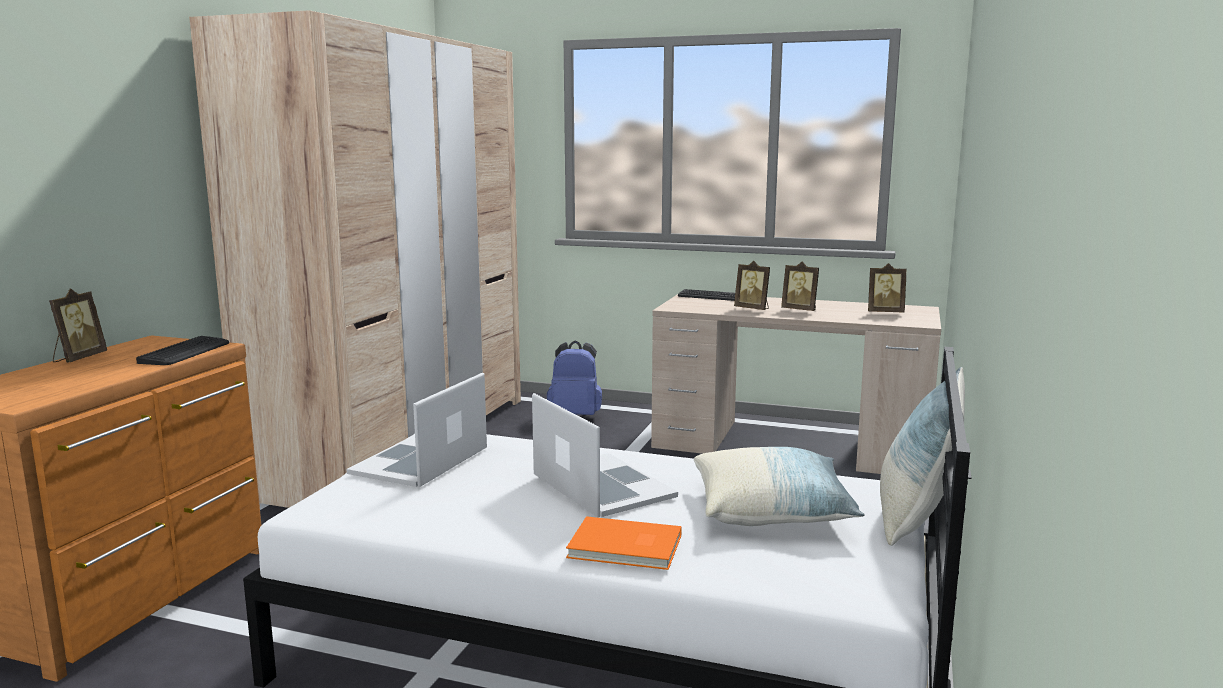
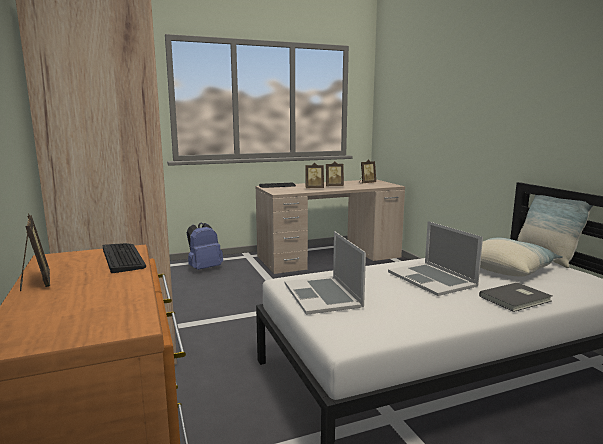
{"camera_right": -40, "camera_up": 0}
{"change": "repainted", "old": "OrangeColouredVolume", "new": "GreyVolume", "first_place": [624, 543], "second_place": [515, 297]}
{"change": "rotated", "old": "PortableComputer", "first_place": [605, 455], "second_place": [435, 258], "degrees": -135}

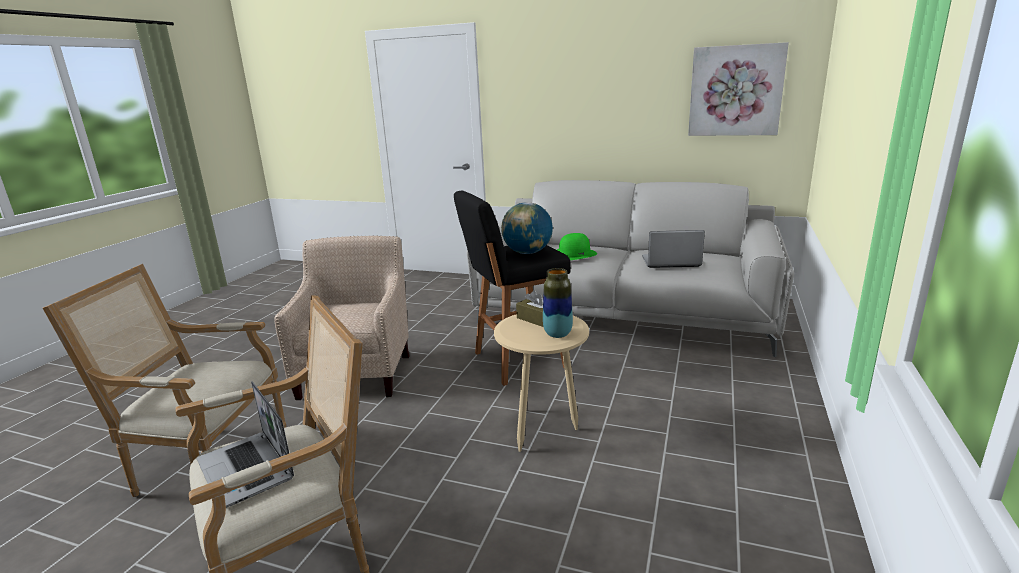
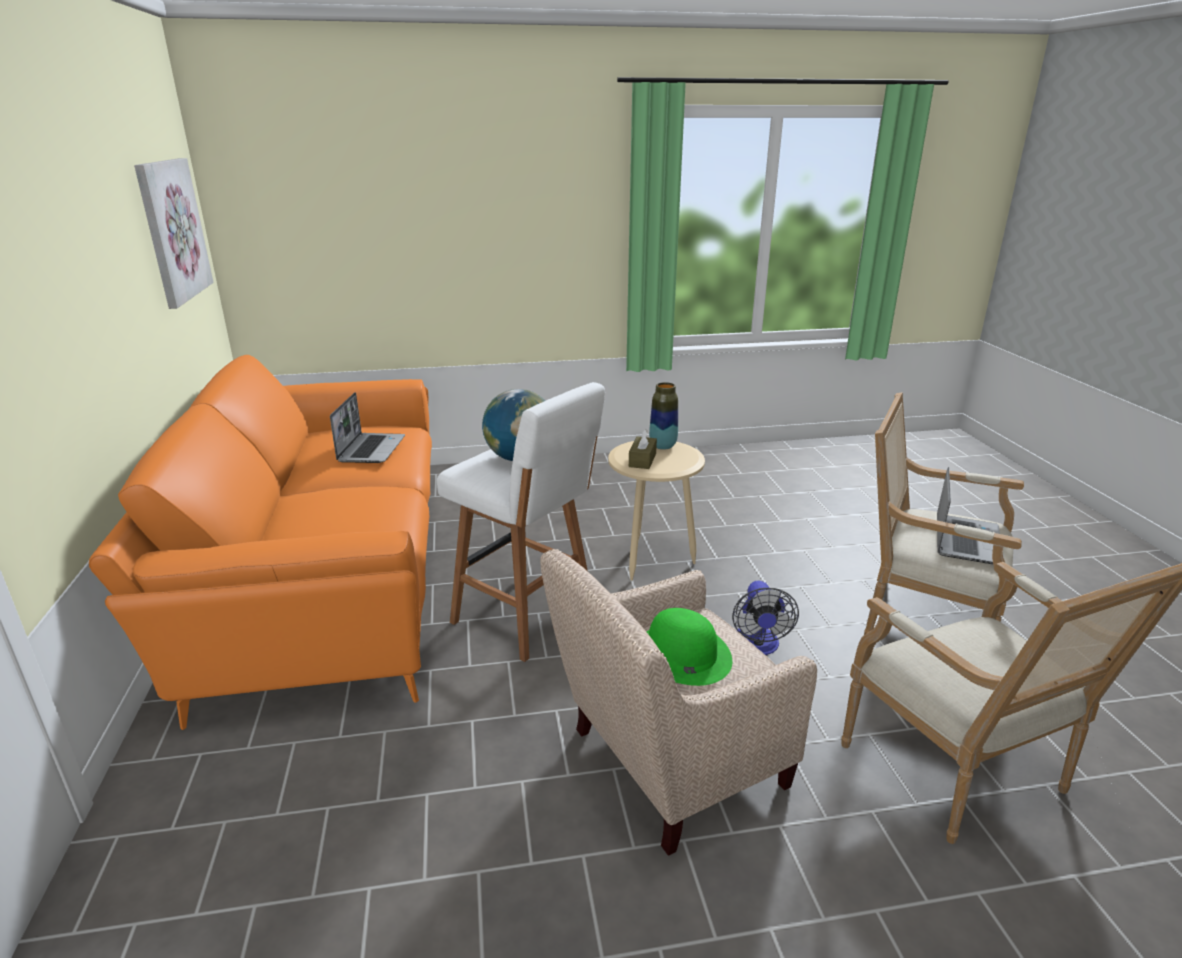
{"camera_right": -120, "camera_up": 5}
{"change": "new", "new": "ElectricFan", "second_place": [765, 618]}
{"change": "shifted", "old": "GreenColouredHat", "first_place": [577, 246], "second_place": [689, 647]}
{"change": "repainted", "old": "BlackishSittingStool", "new": "WhiteColouredSittingStool", "first_place": [512, 288], "second_place": [521, 522]}
{"change": "repainted", "old": "GreySettee", "new": "OrangeColouredSettee", "first_place": [630, 268], "second_place": [260, 542]}
{"change": "rotated", "old": "PortableComputer", "first_place": [673, 249], "second_place": [367, 427], "degrees": -150}

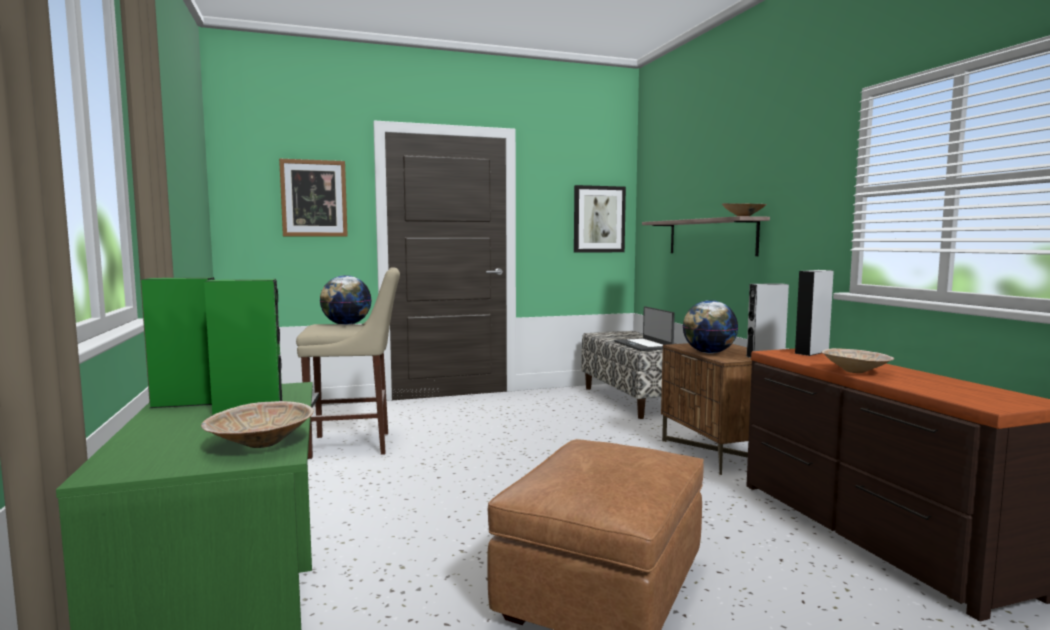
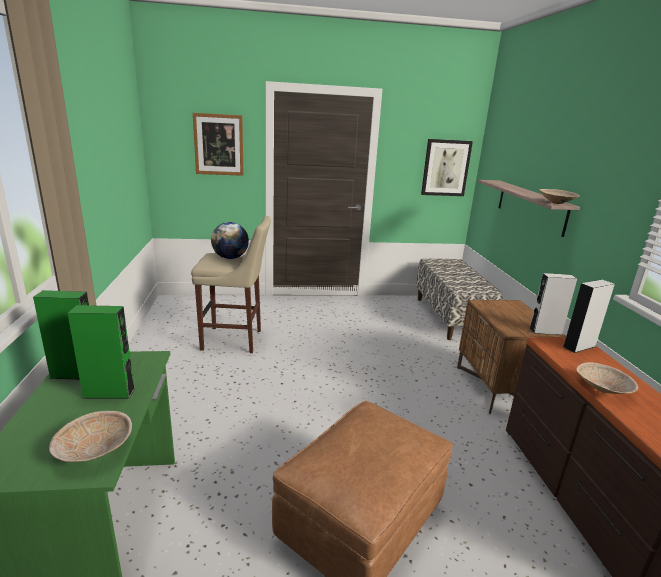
{"camera_right": 10, "camera_up": 15}
{"change": "gone", "old": "PortableComputer", "first_place": [644, 328]}
{"change": "gone", "old": "DeskGlobe", "first_place": [710, 327]}

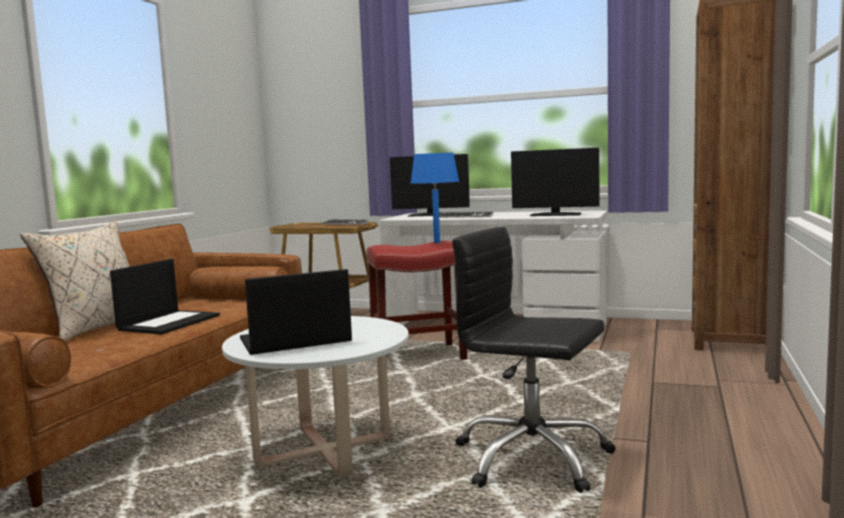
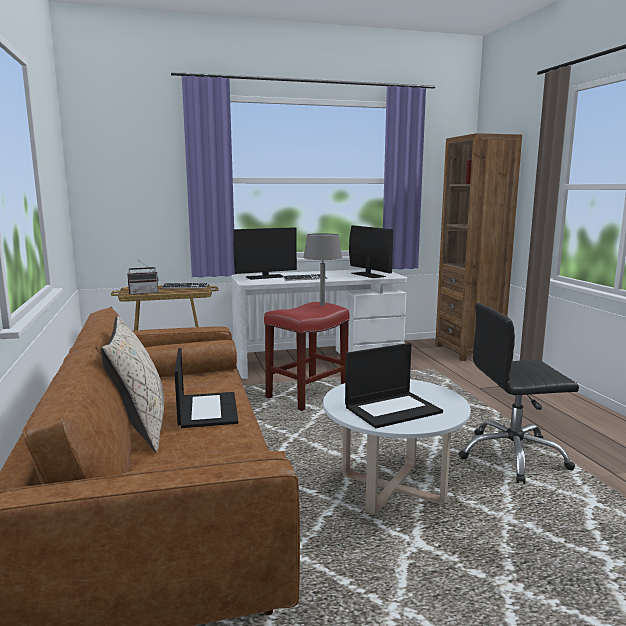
{"camera_right": -35, "camera_up": 5}
{"change": "new", "new": "RadioSet", "second_place": [143, 278]}
{"change": "repainted", "old": "BlueColouredTableLamp", "new": "GreyTableLamp", "first_place": [435, 198], "second_place": [322, 269]}
{"change": "rotated", "old": "PortableComputer", "first_place": [296, 312], "second_place": [394, 385], "degrees": -150}
{"change": "rotated", "old": "Monitor", "first_place": [555, 182], "second_place": [371, 251], "degrees": -105}

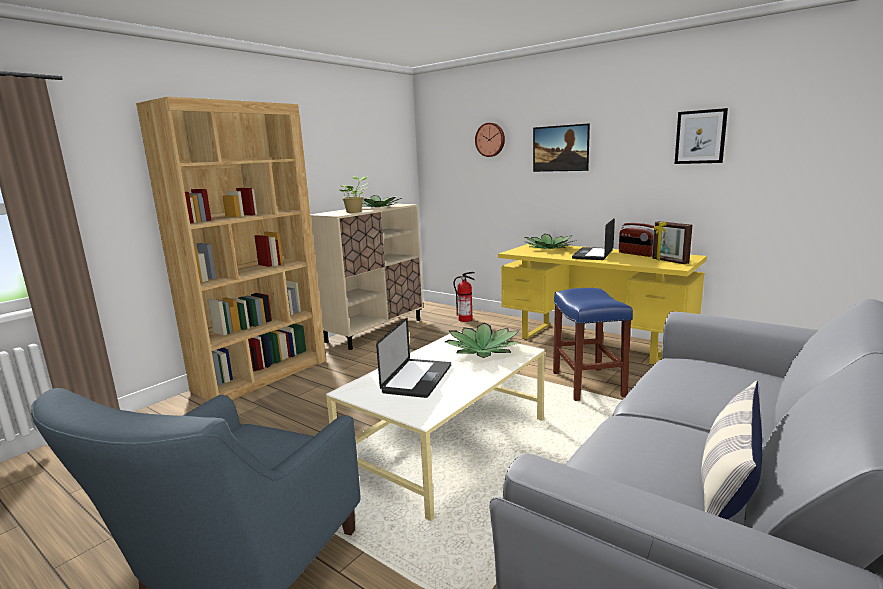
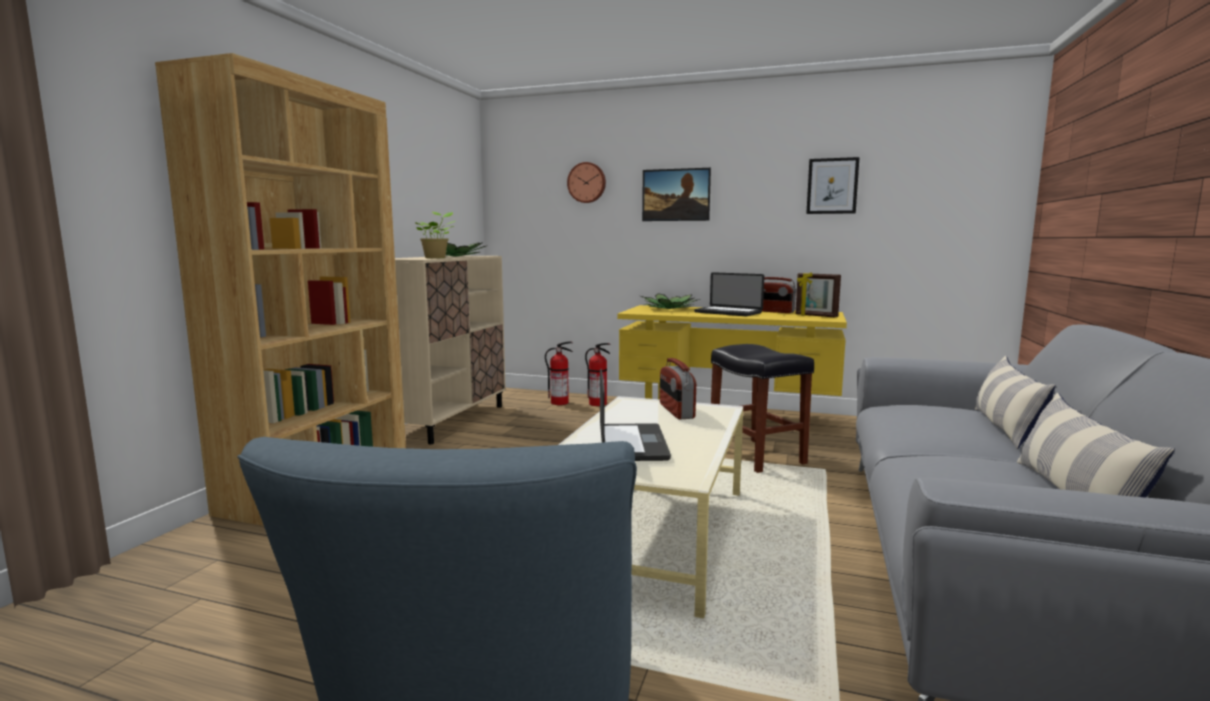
{"camera_right": -20, "camera_up": -5}
{"change": "new", "new": "FireFightingCylinder", "second_place": [597, 374]}
{"change": "new", "new": "Pillow", "second_place": [1015, 402]}
{"change": "swapped", "old": "Houseplant", "new": "RadioSet", "first_place": [482, 340], "second_place": [678, 388]}
{"change": "repainted", "old": "BlueColouredSittingStool", "new": "BlackishSittingStool", "first_place": [593, 344], "second_place": [762, 408]}
{"change": "rotated", "old": "PortableComputer", "first_place": [593, 239], "second_place": [729, 294], "degrees": -60}

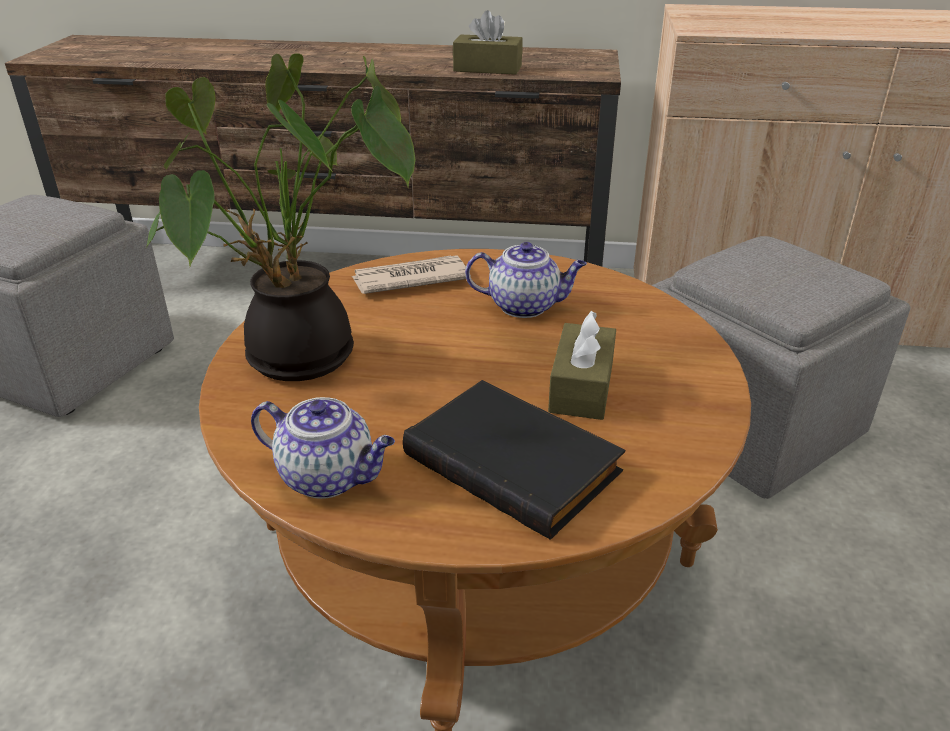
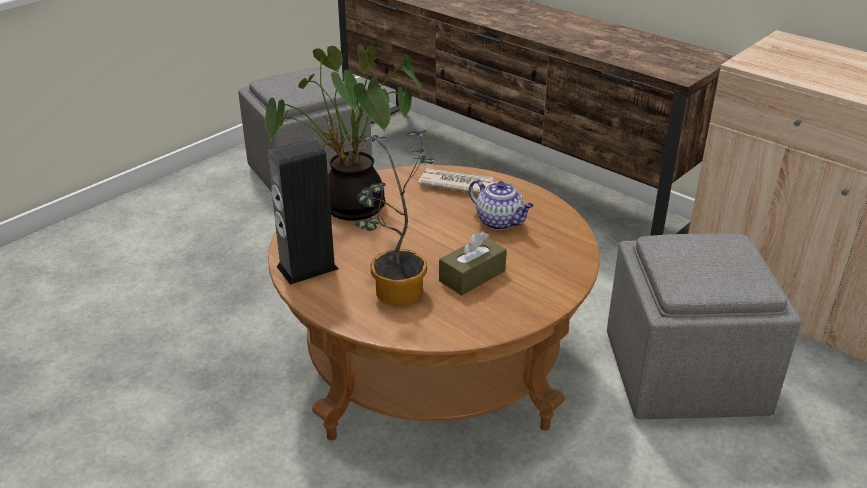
{"camera_right": 35, "camera_up": 0}
{"change": "gone", "old": "BrownColouredBoxOfTissues", "first_place": [488, 42]}
{"change": "swapped", "old": "Teapot", "new": "Loudspeaker", "first_place": [323, 448], "second_place": [303, 211]}
{"change": "swapped", "old": "BlackishVolume", "new": "Houseplant", "first_place": [514, 460], "second_place": [394, 218]}

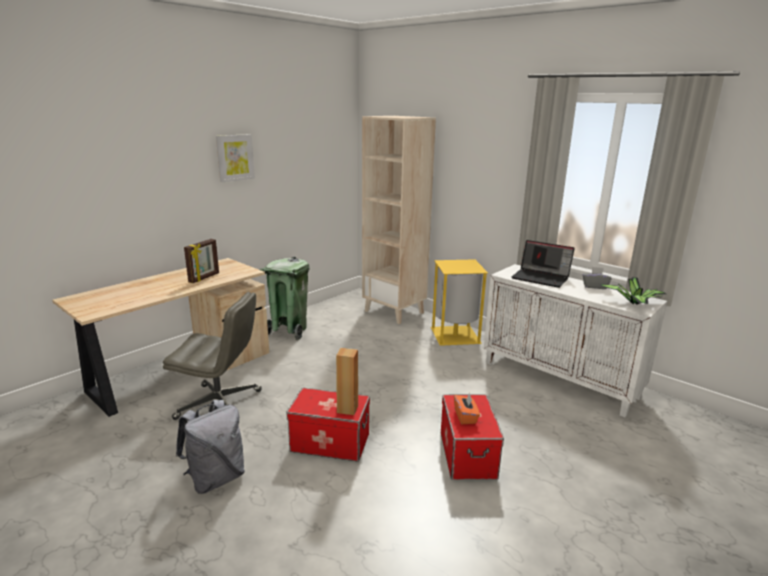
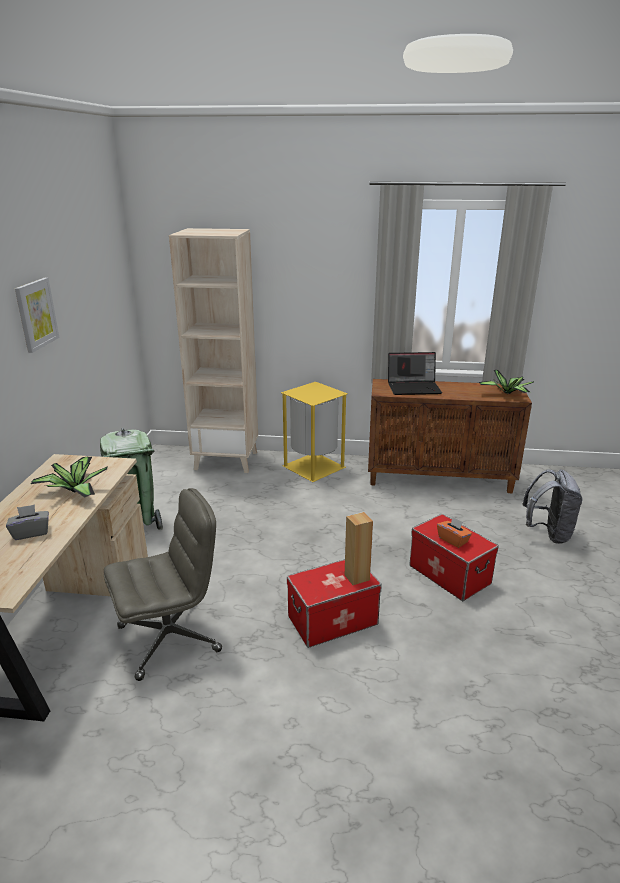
{"camera_right": -35, "camera_up": 5}
{"change": "shifted", "old": "GreyKnapsack", "first_place": [210, 447], "second_place": [552, 506]}
{"change": "shifted", "old": "GreyBoxOfTissues", "first_place": [597, 278], "second_place": [27, 522]}
{"change": "swapped", "old": "StandingFrame", "new": "Houseplant", "first_place": [201, 261], "second_place": [69, 477]}
{"change": "repainted", "old": "WhiteColouredCabinet", "new": "BrownColouredCabinet", "first_place": [575, 341], "second_place": [450, 436]}

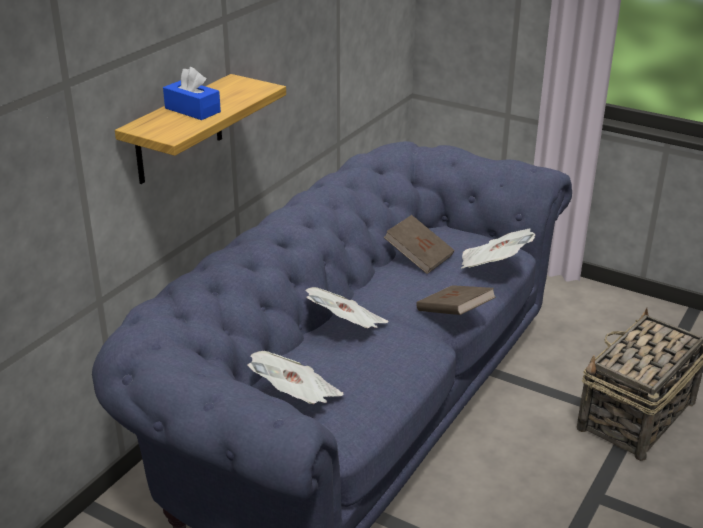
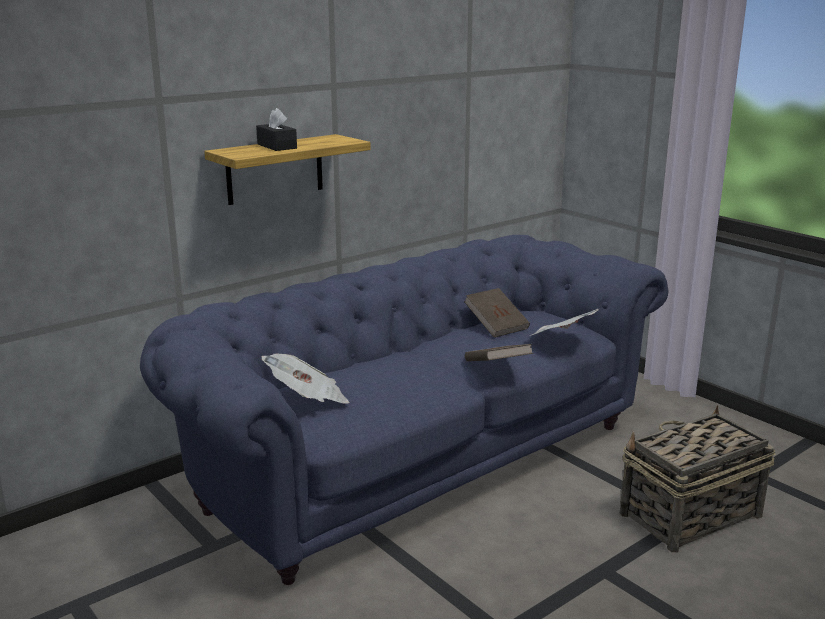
{"camera_right": 20, "camera_up": -10}
{"change": "gone", "old": "DailyPaper", "first_place": [347, 307]}
{"change": "repainted", "old": "BlueColouredBoxOfTissues", "new": "BlackishBoxOfTissues", "first_place": [192, 93], "second_place": [276, 129]}

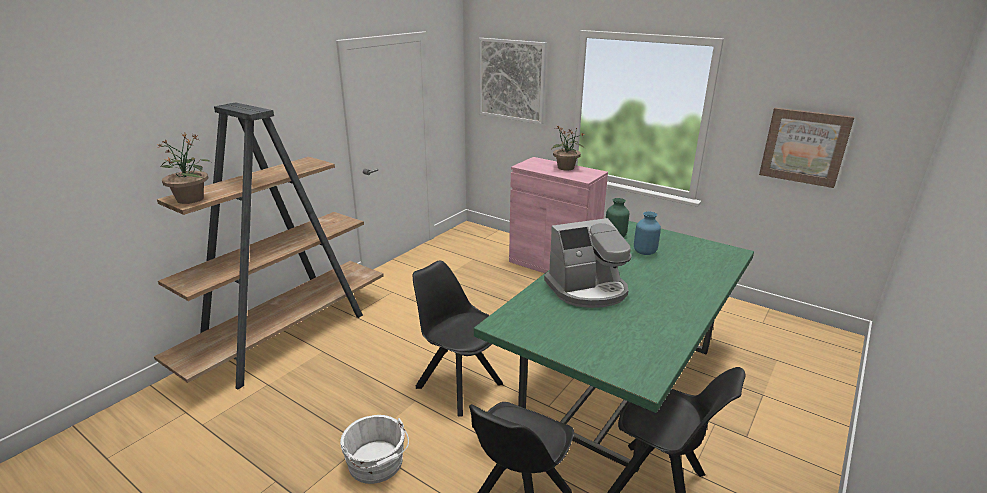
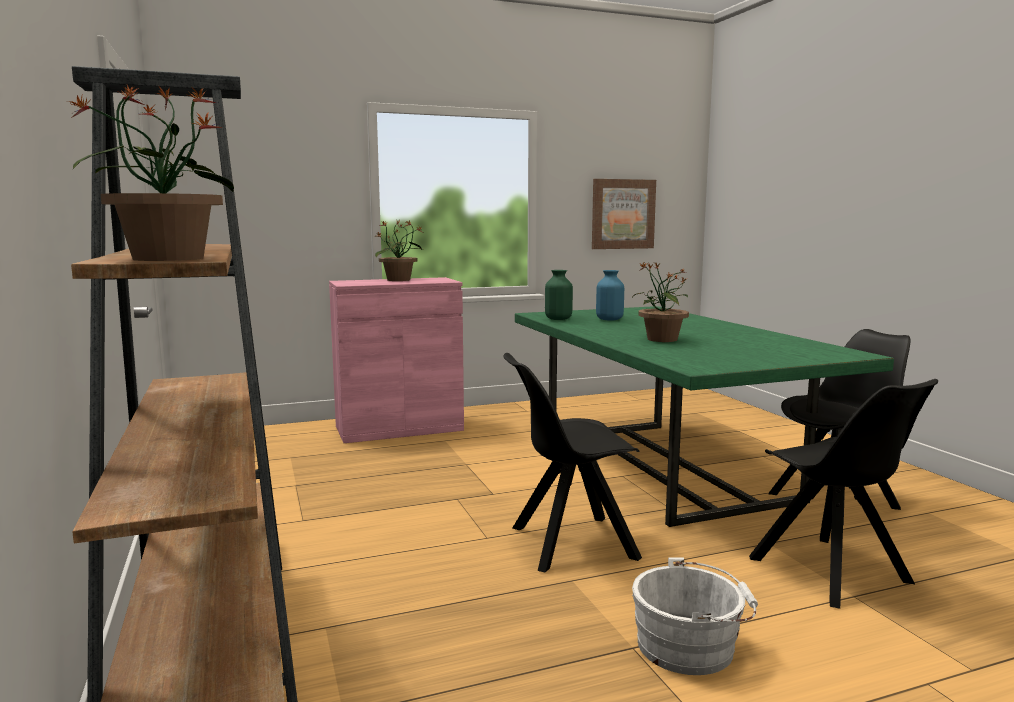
{"camera_right": -55, "camera_up": -15}
{"change": "gone", "old": "WallArt", "first_place": [513, 81]}
{"change": "swapped", "old": "CoffeeMachine", "new": "Houseplant", "first_place": [588, 263], "second_place": [661, 302]}

